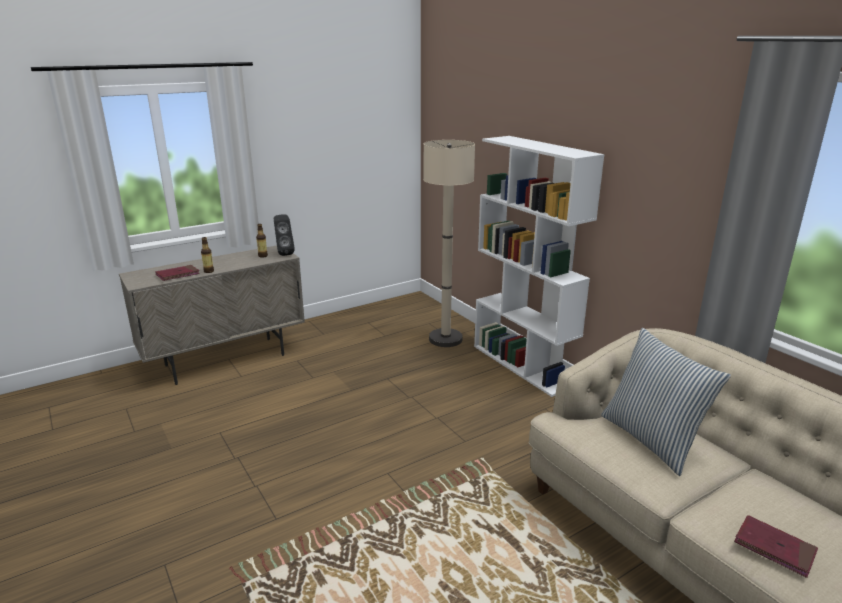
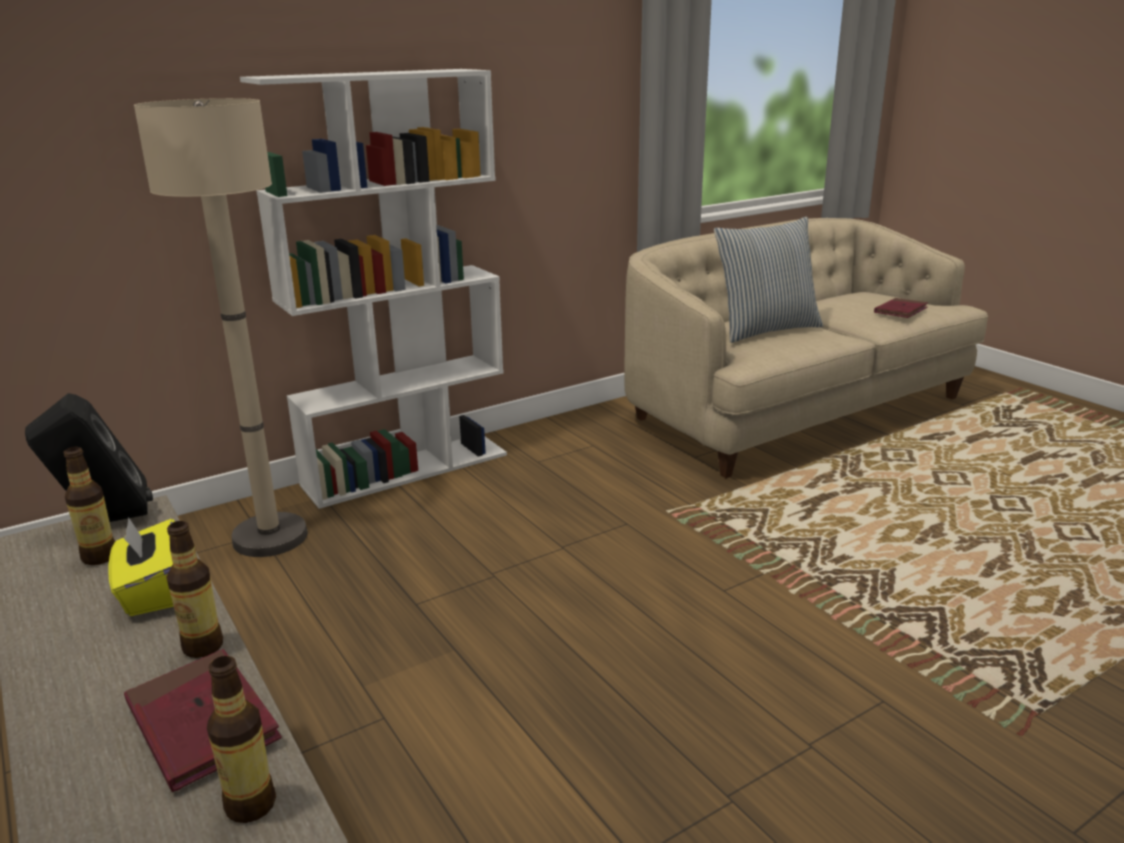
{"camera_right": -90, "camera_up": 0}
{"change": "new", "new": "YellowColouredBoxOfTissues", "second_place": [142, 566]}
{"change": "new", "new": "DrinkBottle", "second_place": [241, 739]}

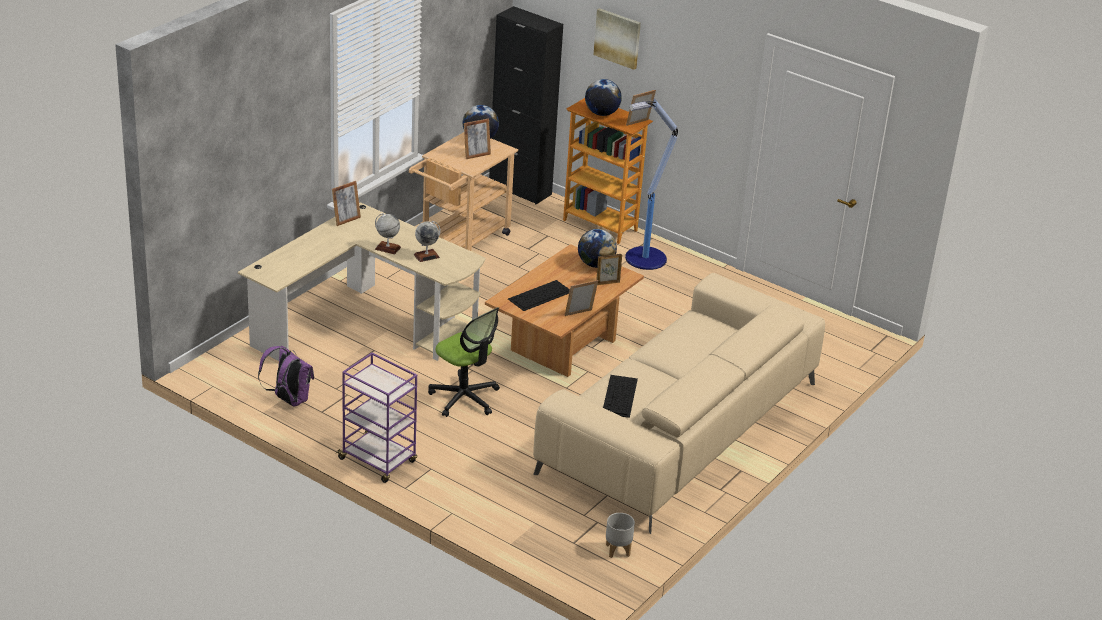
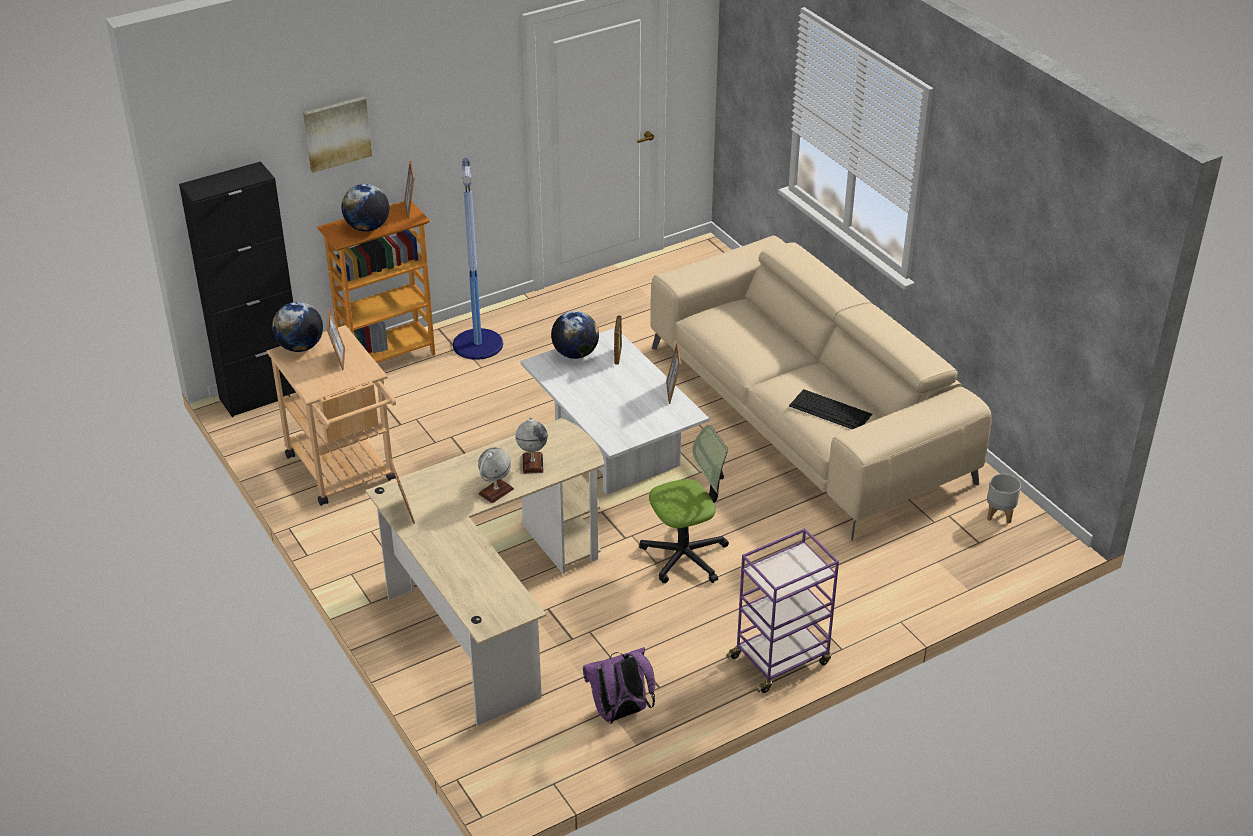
{"camera_right": -65, "camera_up": 5}
{"change": "gone", "old": "PcKeyboard", "first_place": [539, 295]}
{"change": "repainted", "old": "BrownColouredLoungeTable", "new": "WhiteColouredLoungeTable", "first_place": [564, 310], "second_place": [614, 411]}

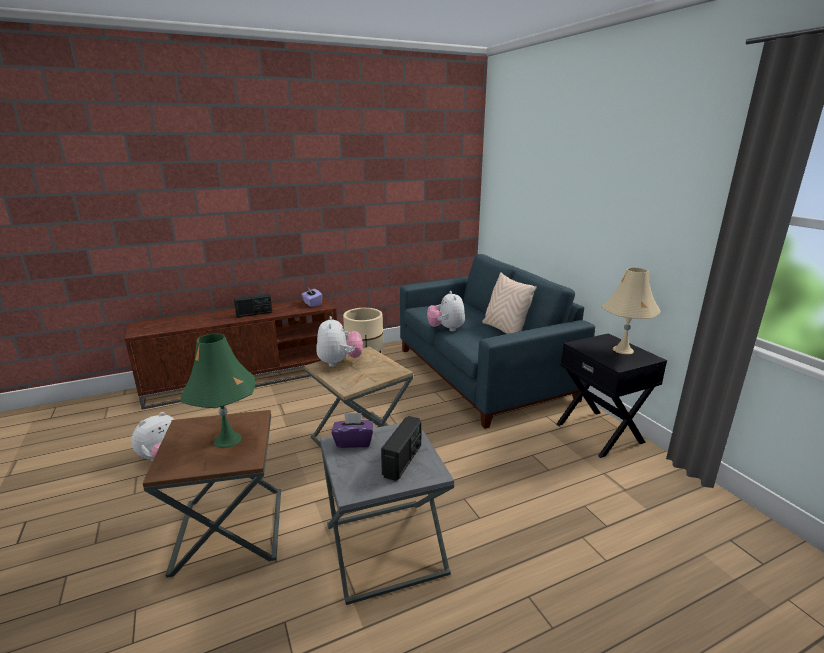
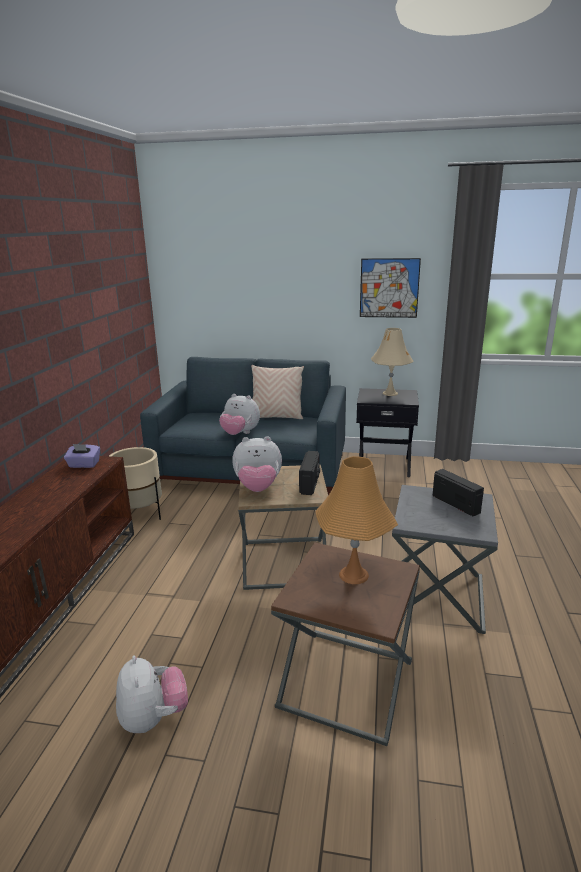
{"camera_right": -55, "camera_up": 0}
{"change": "gone", "old": "PurpleColouredBoxOfTissues", "first_place": [352, 430]}
{"change": "new", "new": "WallArt", "second_place": [390, 288]}
{"change": "shifted", "old": "RadioSet", "first_place": [253, 305], "second_place": [309, 473]}
{"change": "repainted", "old": "GreenColouredTableLamp", "new": "OrangeColouredTableLamp", "first_place": [218, 390], "second_place": [356, 520]}
{"change": "rotated", "old": "SoftToy", "first_place": [339, 341], "second_place": [257, 464], "degrees": 150}

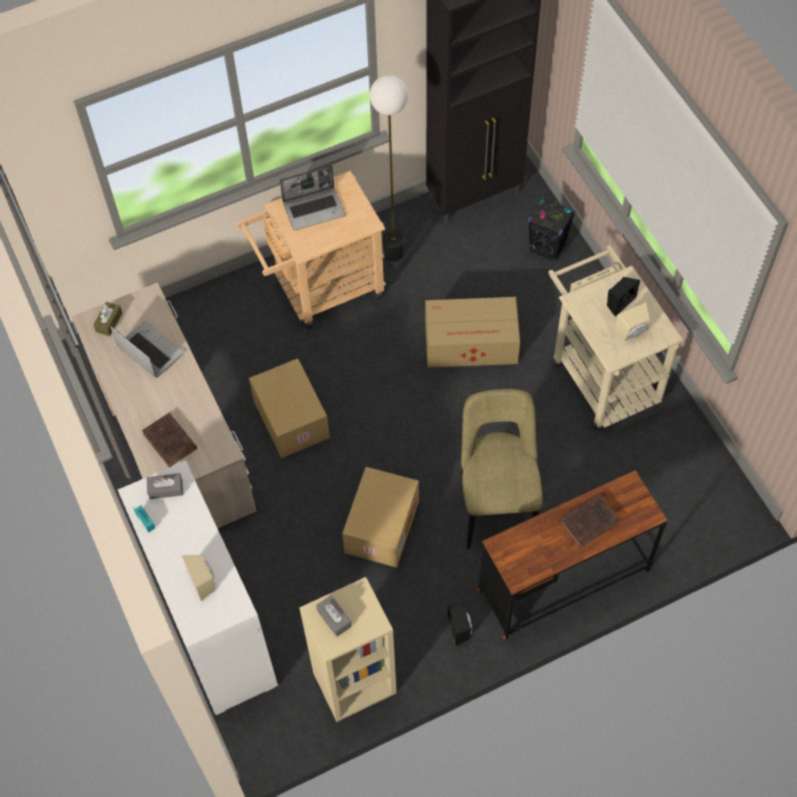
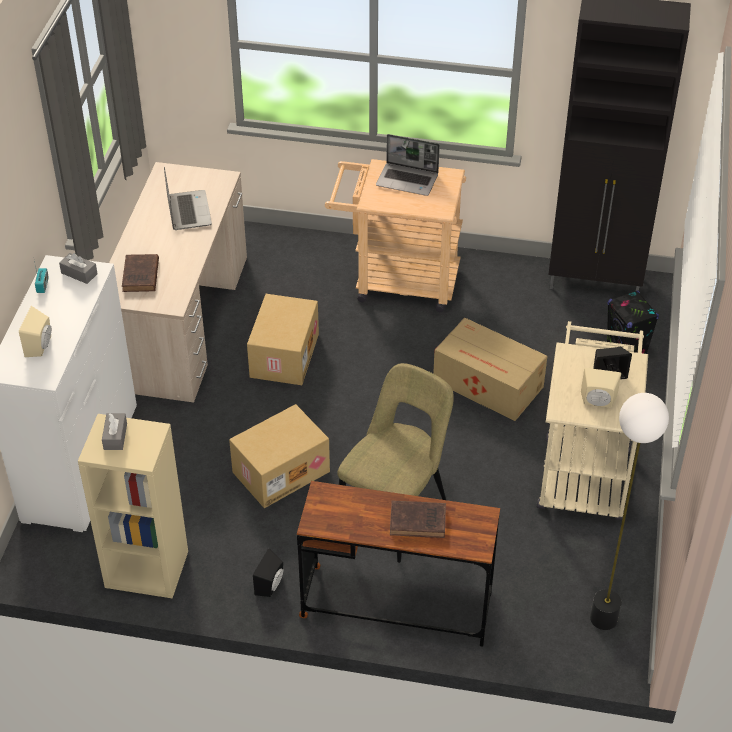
{"camera_right": 35, "camera_up": -15}
{"change": "gone", "old": "BrownColouredBoxOfTissues", "first_place": [107, 319]}
{"change": "shifted", "old": "StandingLamp", "first_place": [389, 168], "second_place": [629, 511]}

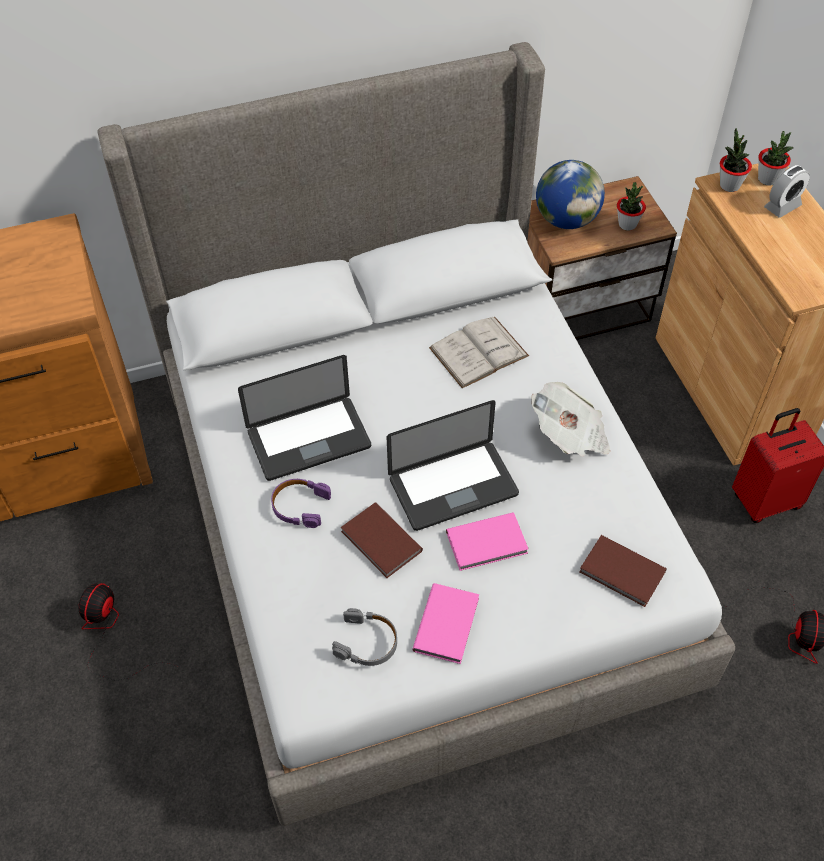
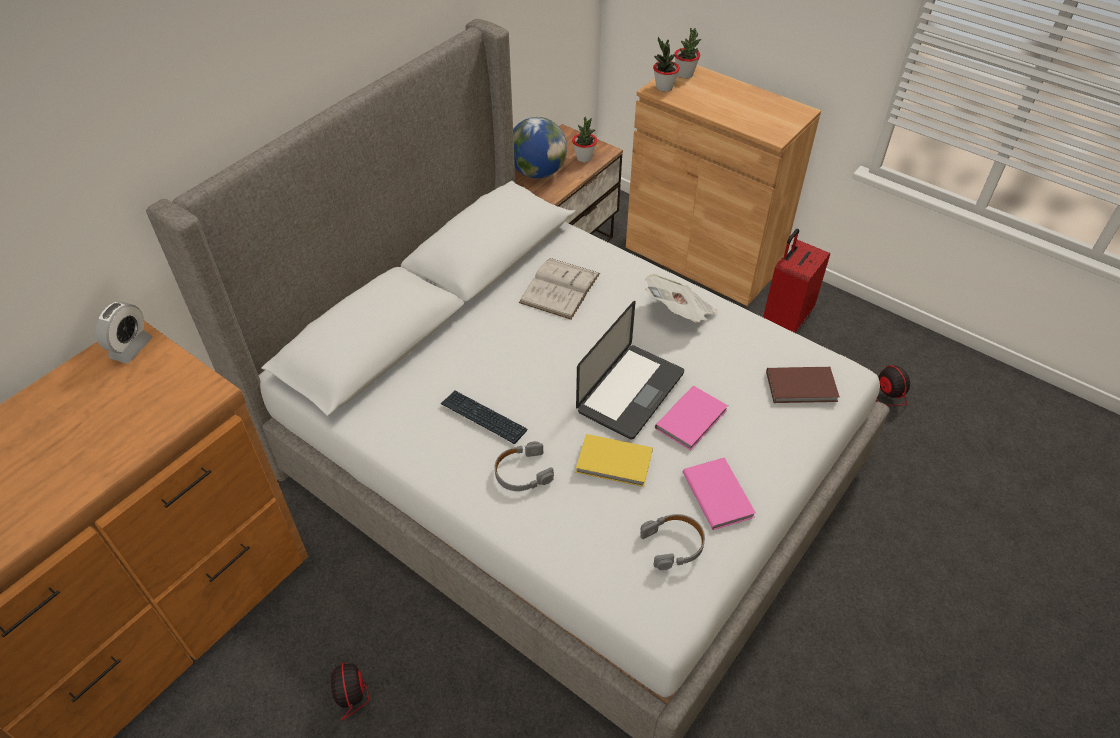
{"camera_right": -35, "camera_up": -5}
{"change": "shifted", "old": "AlarmClock", "first_place": [787, 191], "second_place": [124, 332]}
{"change": "swapped", "old": "PortableComputer", "new": "PcKeyboard", "first_place": [304, 418], "second_place": [484, 417]}
{"change": "repainted", "old": "PurpleColouredHeadphones", "new": "GreyHeadphones", "first_place": [301, 503], "second_place": [524, 466]}
{"change": "repainted", "old": "BrownColouredVolume", "new": "YellowColouredVolume", "first_place": [382, 540], "second_place": [614, 460]}

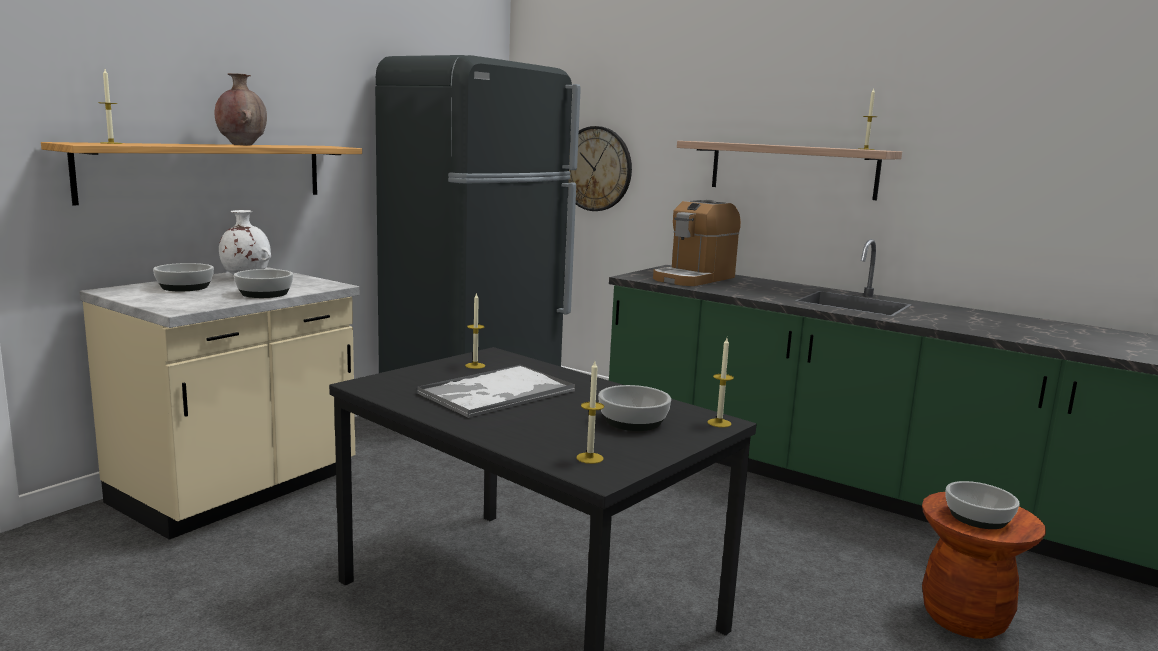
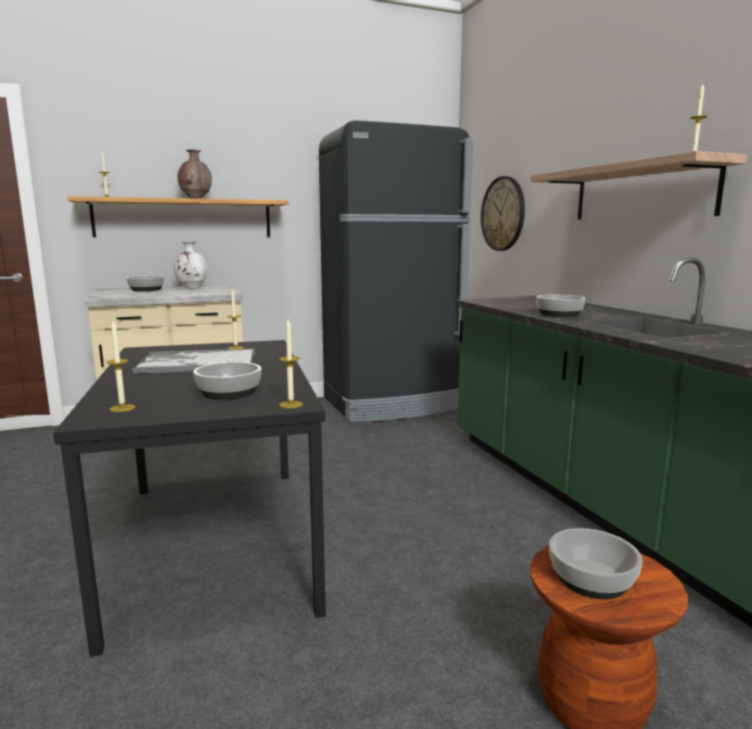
{"camera_right": 35, "camera_up": 0}
{"change": "gone", "old": "CoffeeMachine", "first_place": [697, 243]}
{"change": "shifted", "old": "Bowl", "first_place": [263, 283], "second_place": [560, 306]}

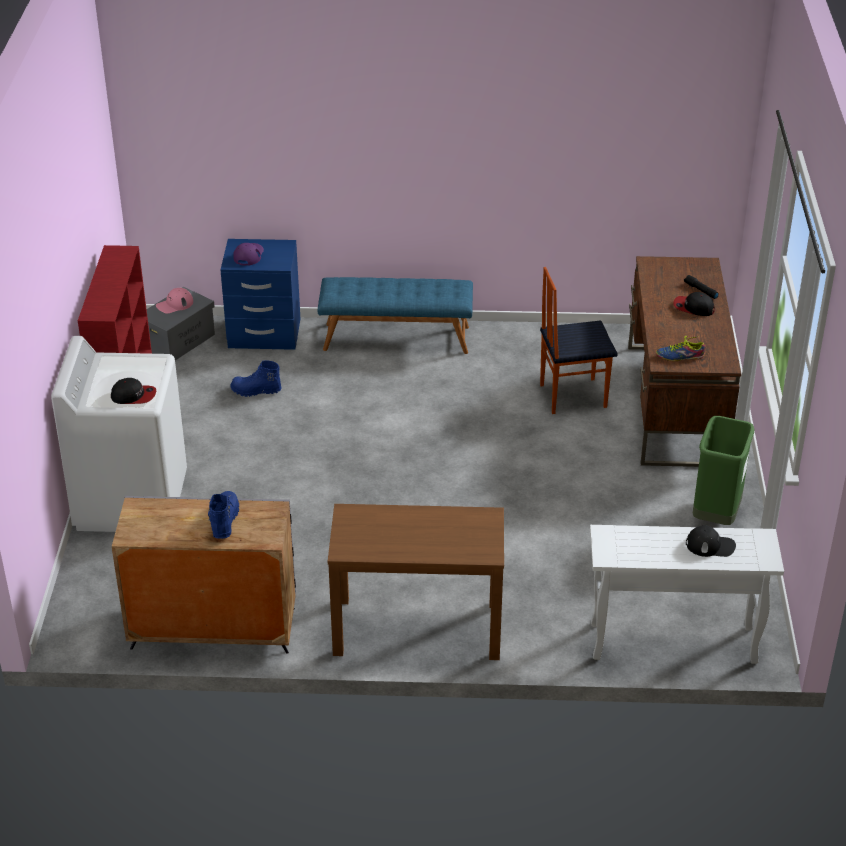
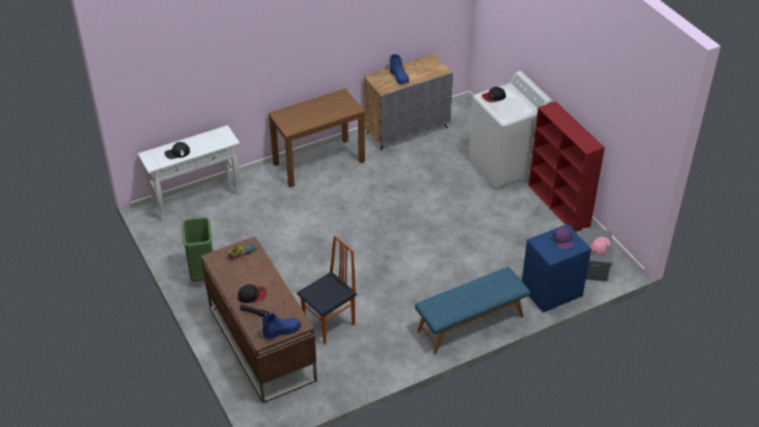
{"camera_right": 150, "camera_up": 5}
{"change": "shifted", "old": "BlueColouredHighTopBoot", "first_place": [256, 378], "second_place": [281, 326]}

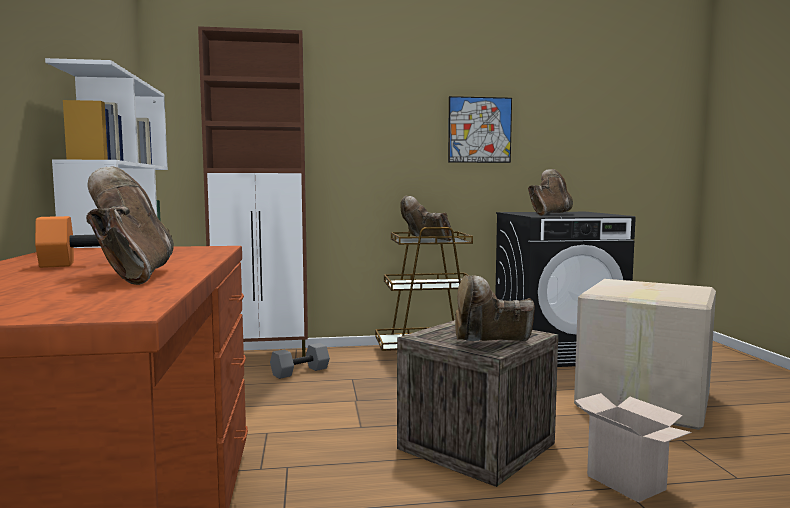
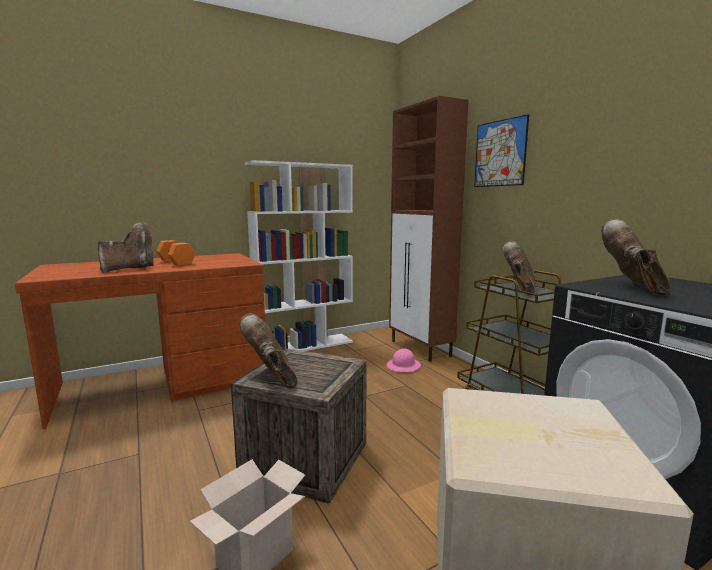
{"camera_right": 70, "camera_up": 5}
{"change": "shifted", "old": "WallArt", "first_place": [480, 129], "second_place": [501, 150]}
{"change": "swapped", "old": "GreyFreeWeight", "new": "PinkishSafetyHelmet", "first_place": [300, 361], "second_place": [404, 360]}
{"change": "rotated", "old": "BrownColouredHighTopBoot", "first_place": [550, 192], "second_place": [636, 257], "degrees": -105}

